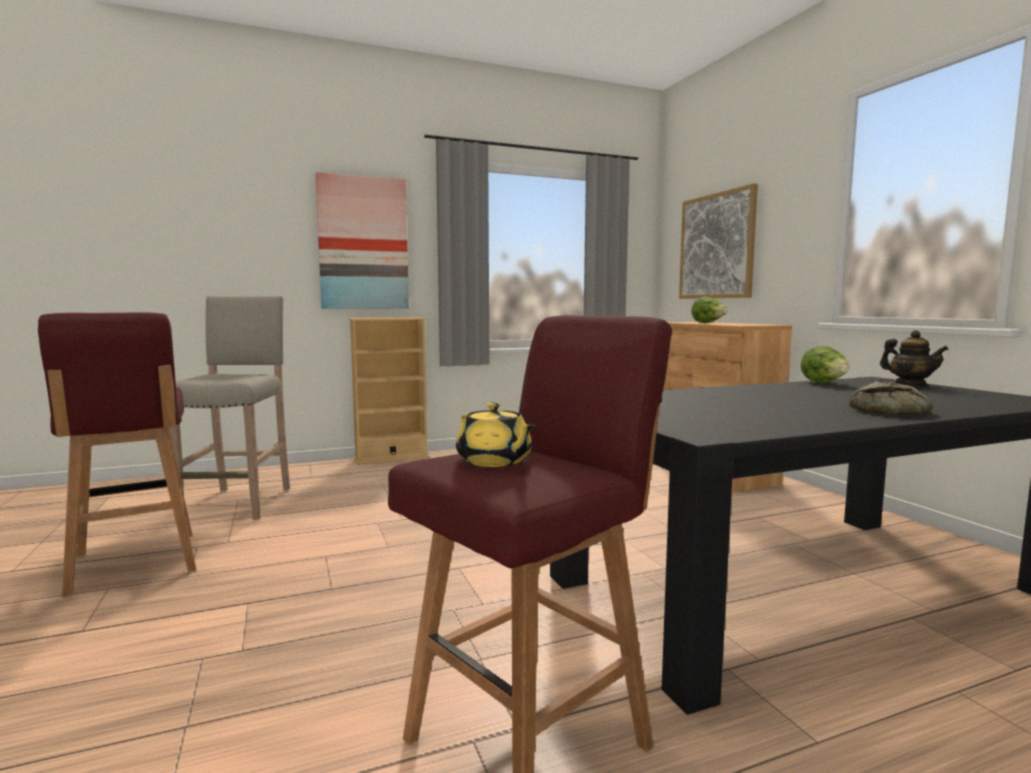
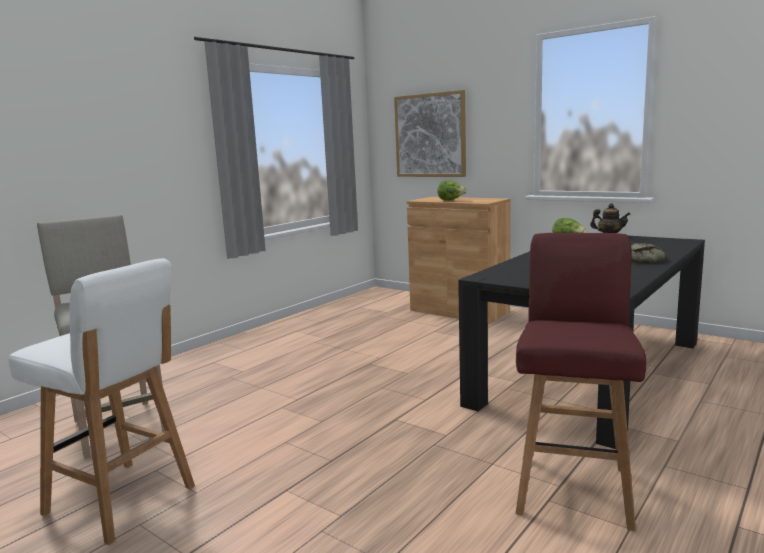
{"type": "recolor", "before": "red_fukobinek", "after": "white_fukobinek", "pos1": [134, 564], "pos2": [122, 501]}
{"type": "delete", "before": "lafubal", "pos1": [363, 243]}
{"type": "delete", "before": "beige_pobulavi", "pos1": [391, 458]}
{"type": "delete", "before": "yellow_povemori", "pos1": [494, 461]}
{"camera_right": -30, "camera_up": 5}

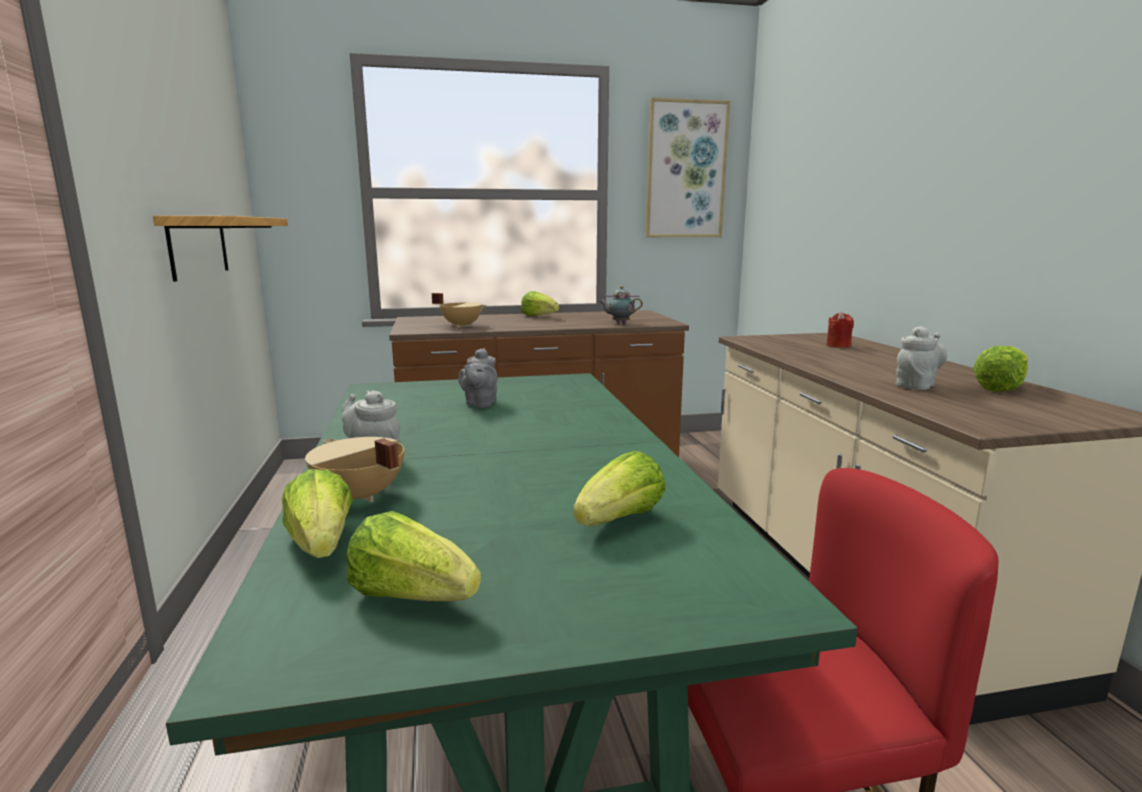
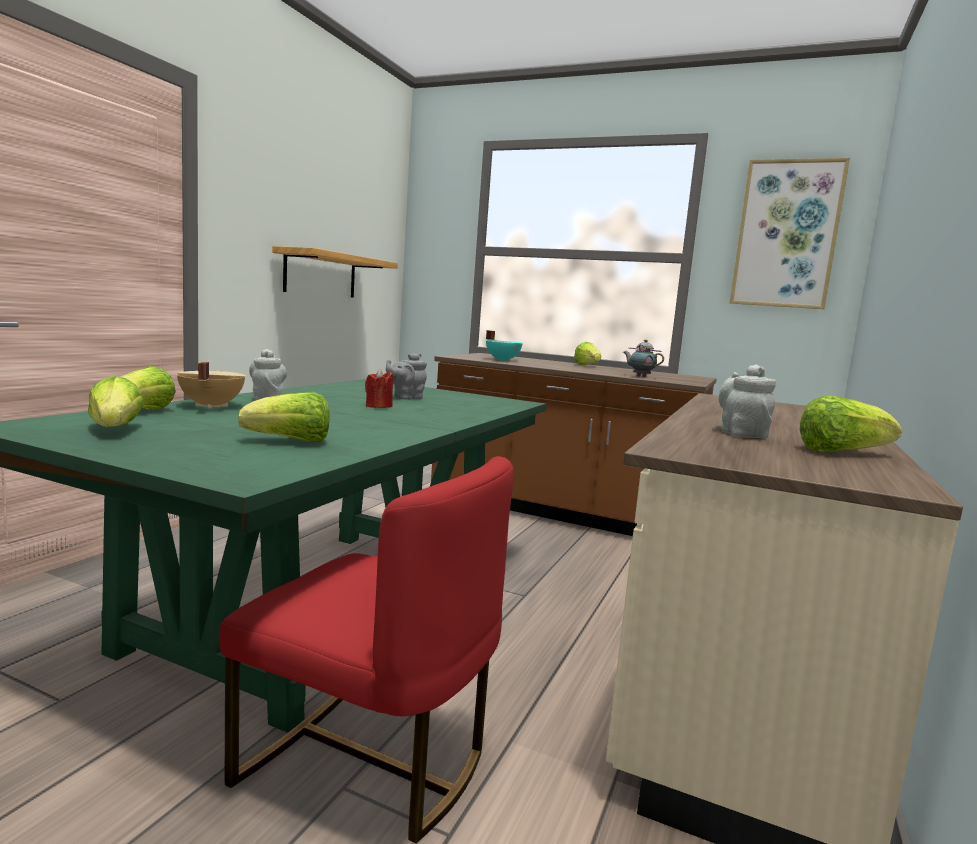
{"type": "recolor", "before": "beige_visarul", "after": "turquoise_visarul", "pos1": [462, 325], "pos2": [503, 360]}
{"type": "move", "before": "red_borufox", "pos1": [838, 346], "pos2": [378, 406]}
{"type": "rotate", "before": "grey_povemori", "pos1": [916, 385], "pos2": [741, 433], "turn": -90}
{"camera_right": 35, "camera_up": -5}

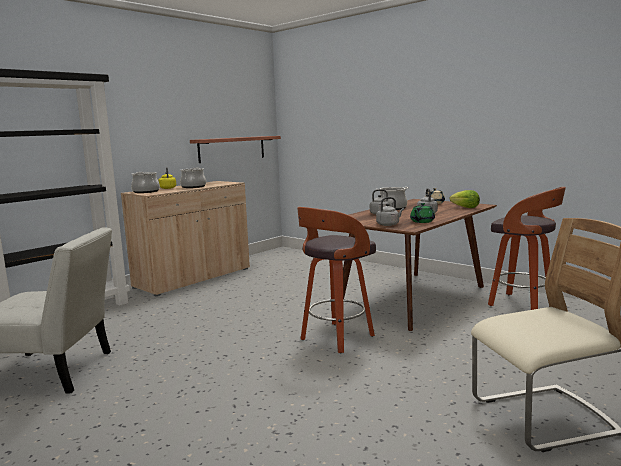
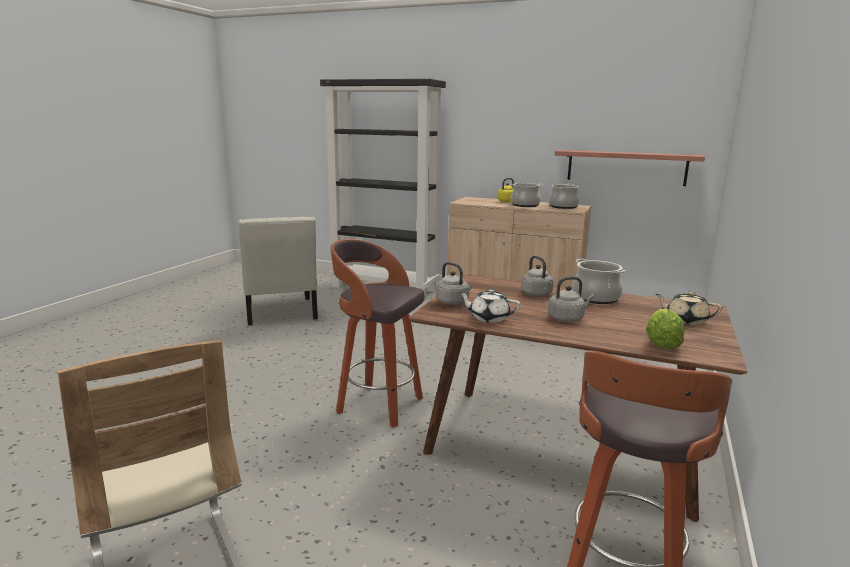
{"type": "move", "before": "visarul", "pos1": [145, 191], "pos2": [563, 206]}
{"type": "recolor", "before": "green_povemori", "after": "white_povemori", "pos1": [422, 221], "pos2": [488, 318]}
{"camera_right": 70, "camera_up": 5}

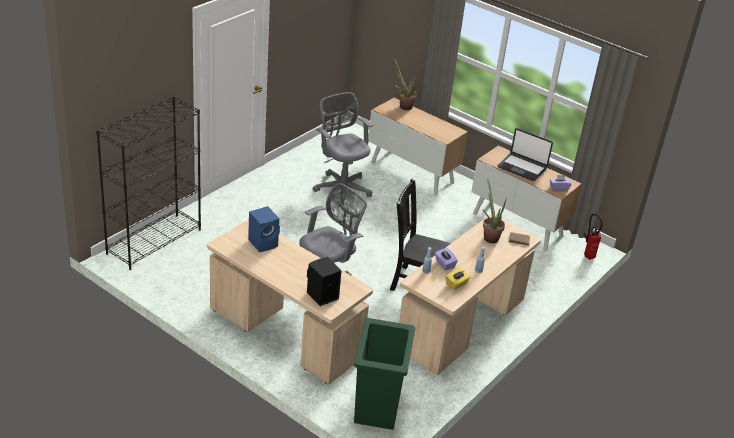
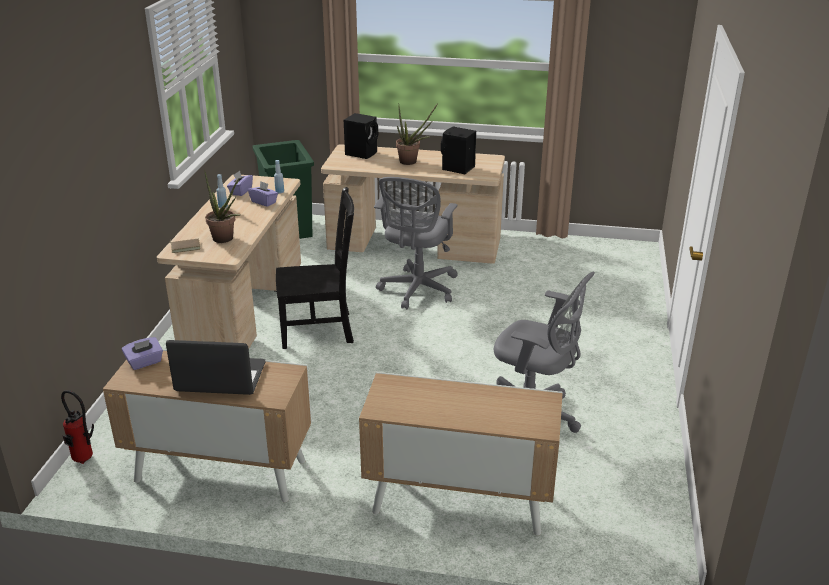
{"type": "delete", "before": "black_pobulavi", "pos1": [154, 241]}
{"type": "recolor", "before": "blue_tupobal", "after": "black_tupobal", "pos1": [264, 243], "pos2": [457, 168]}
{"type": "move", "before": "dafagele", "pos1": [403, 106], "pos2": [412, 162]}
{"type": "recolor", "before": "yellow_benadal", "after": "purple_benadal", "pos1": [456, 284], "pos2": [240, 191]}
{"camera_right": 155, "camera_up": -5}

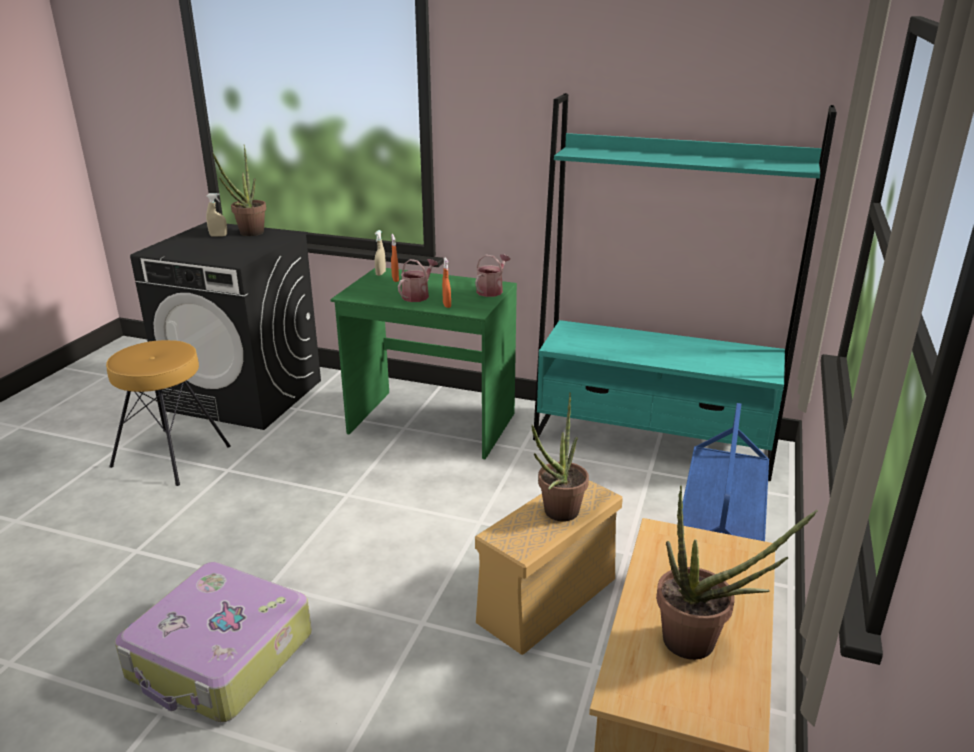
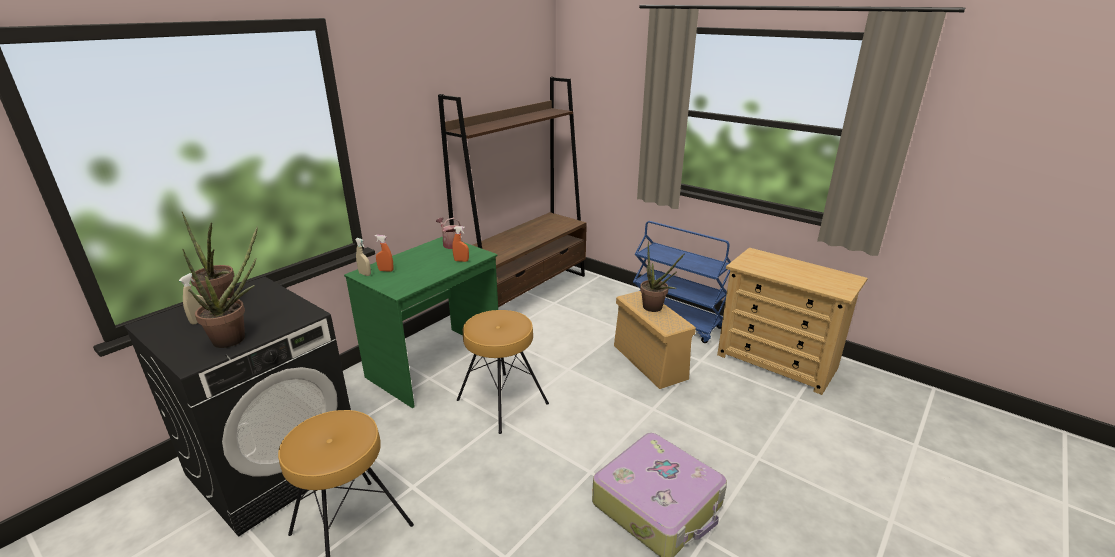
{"type": "delete", "before": "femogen", "pos1": [417, 295]}
{"type": "recolor", "before": "turquoise_pobulavi", "after": "brown_pobulavi", "pos1": [653, 441], "pos2": [525, 293]}
{"type": "move", "before": "dafagele", "pos1": [700, 645], "pos2": [236, 337]}
{"type": "insert", "after": "brown_fukobinek", "pos2": [502, 402]}
{"camera_right": -70, "camera_up": 0}

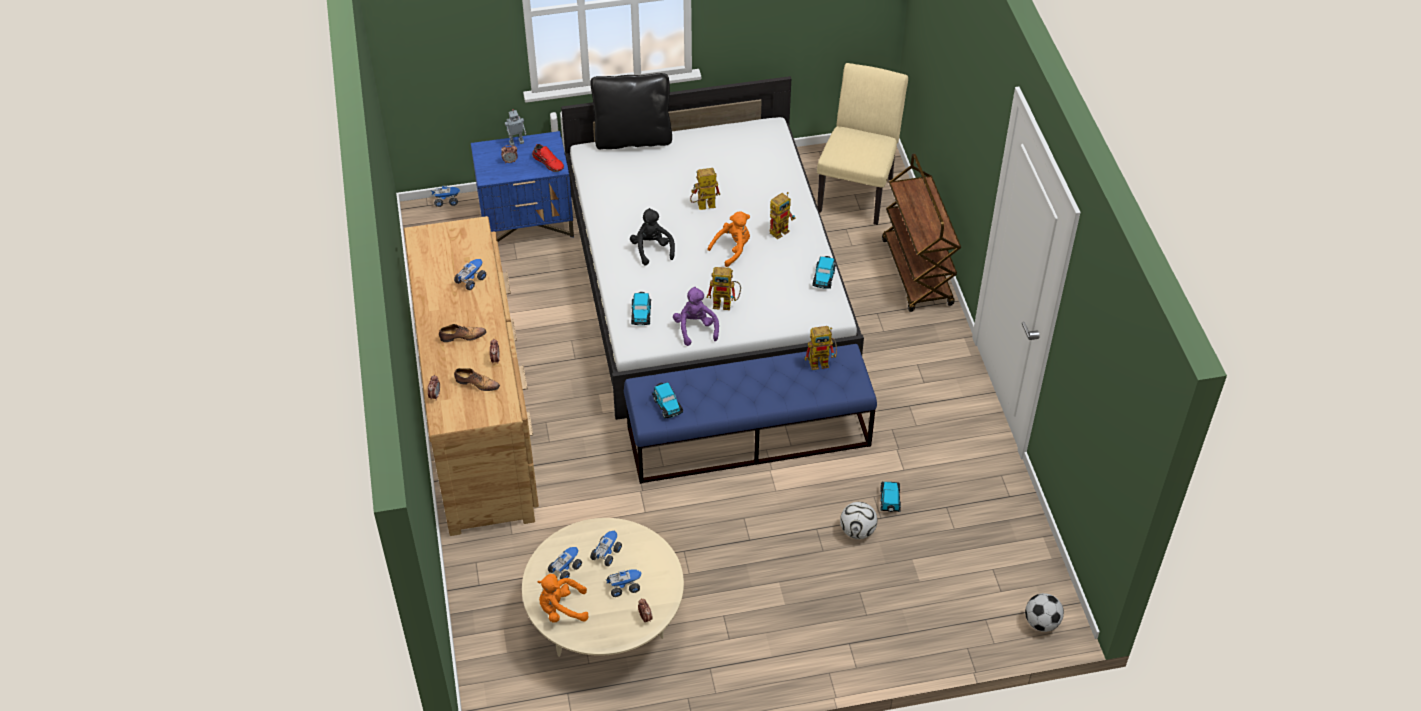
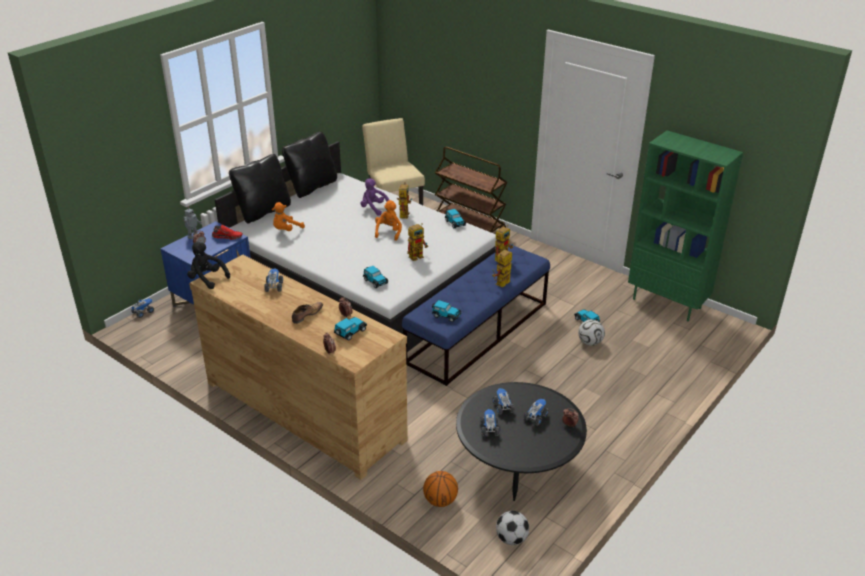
{"type": "replace", "before": "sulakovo", "after": "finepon", "pos1": [476, 383], "pos2": [350, 332]}
{"type": "recolor", "before": "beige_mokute", "after": "black_mokute", "pos1": [606, 621], "pos2": [517, 464]}
{"type": "move", "before": "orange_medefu", "pos1": [561, 609], "pos2": [286, 230]}
{"type": "move", "before": "black_medefu", "pos1": [652, 249], "pos2": [207, 279]}
{"type": "move", "before": "purple_medefu", "pos1": [695, 328], "pos2": [374, 208]}
{"type": "move", "before": "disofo", "pos1": [702, 207], "pos2": [502, 285]}
{"type": "move", "before": "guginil", "pos1": [1041, 622], "pos2": [511, 539]}
{"type": "insert", "after": "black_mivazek", "pos2": [312, 187]}
{"type": "insert", "after": "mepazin", "pos2": [440, 501]}
{"type": "insert", "after": "green_pobulavi", "pos2": [667, 303]}
{"camera_right": -40, "camera_up": -15}

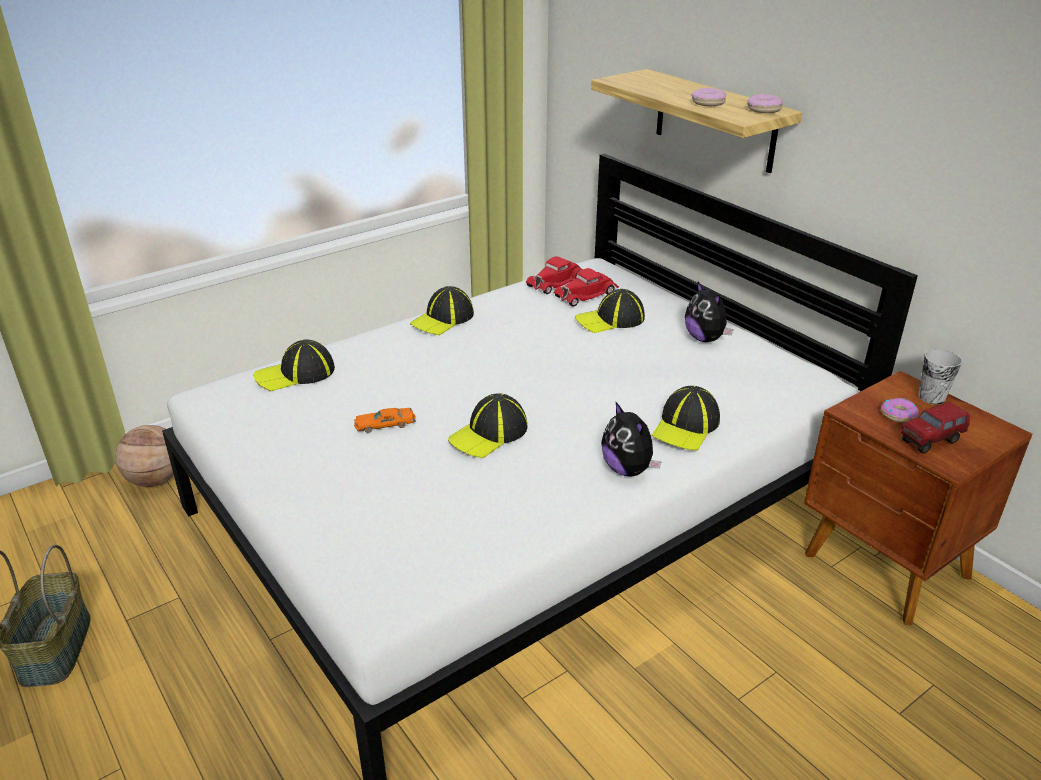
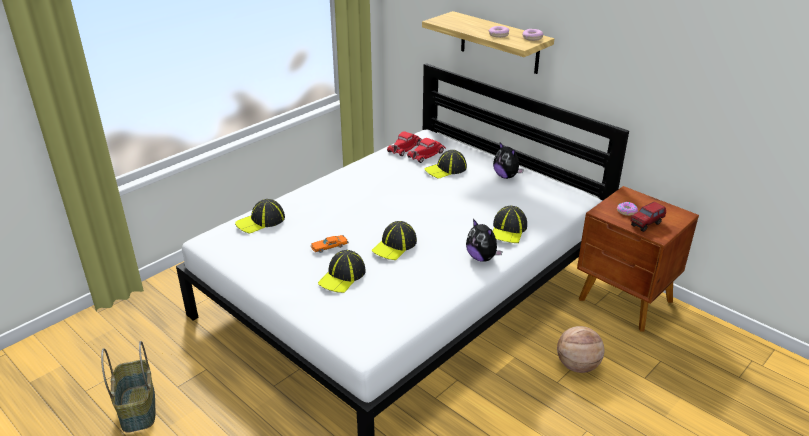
{"type": "move", "before": "mepazin", "pos1": [155, 480], "pos2": [577, 366]}
{"type": "move", "before": "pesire", "pos1": [443, 319], "pos2": [342, 276]}
{"type": "delete", "before": "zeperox", "pos1": [931, 397]}
{"camera_right": -10, "camera_up": 0}

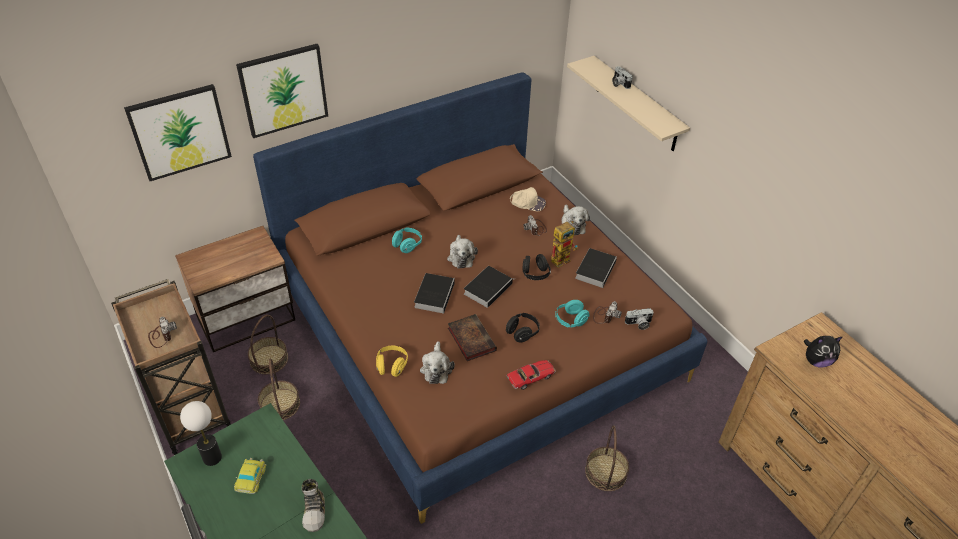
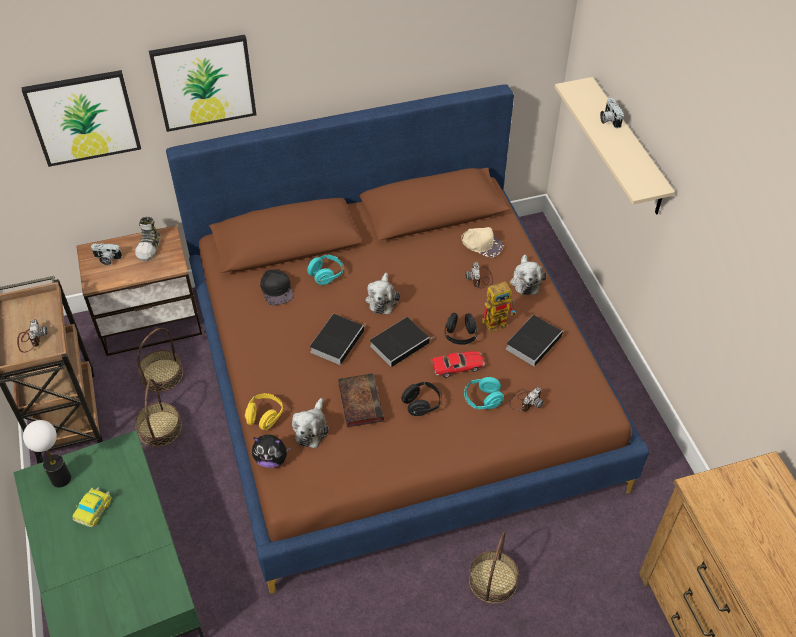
{"type": "move", "before": "sulakovo", "pos1": [314, 511], "pos2": [149, 247]}
{"type": "move", "before": "finepon", "pos1": [531, 377], "pos2": [458, 367]}
{"type": "move", "before": "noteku", "pos1": [638, 324], "pos2": [107, 259]}
{"type": "move", "before": "medefu", "pos1": [816, 361], "pos2": [271, 459]}
{"type": "insert", "after": "black_pesire", "pos2": [277, 289]}
{"camera_right": 15, "camera_up": 5}

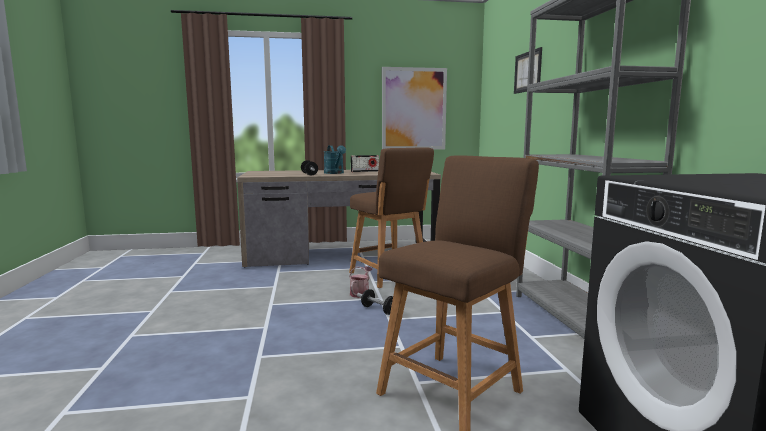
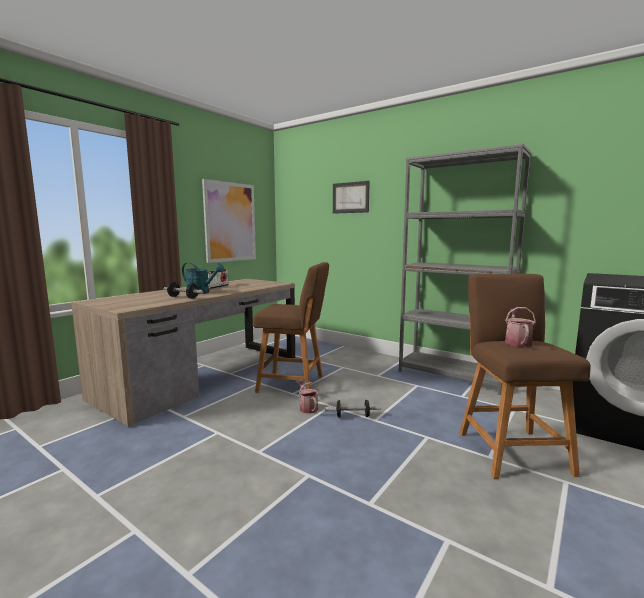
{"type": "insert", "after": "femogen", "pos2": [517, 342]}
{"camera_right": -45, "camera_up": 0}

